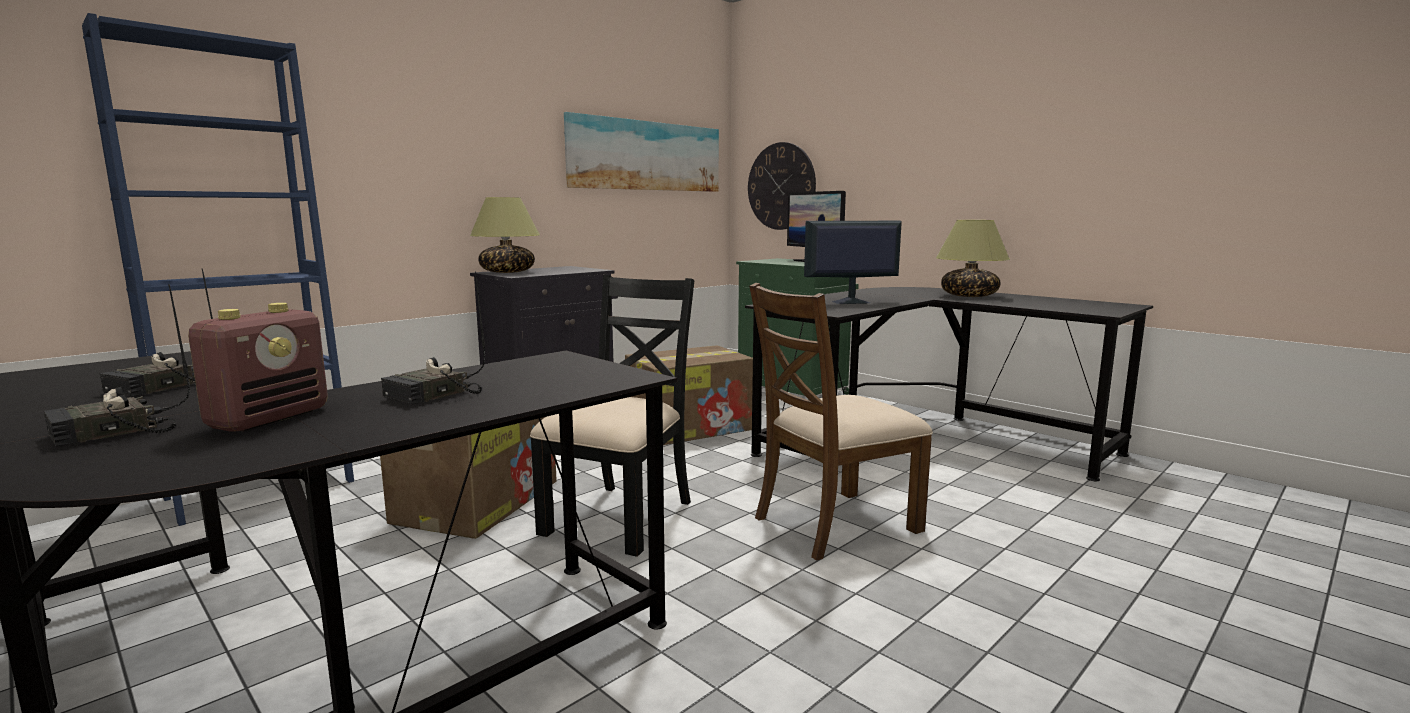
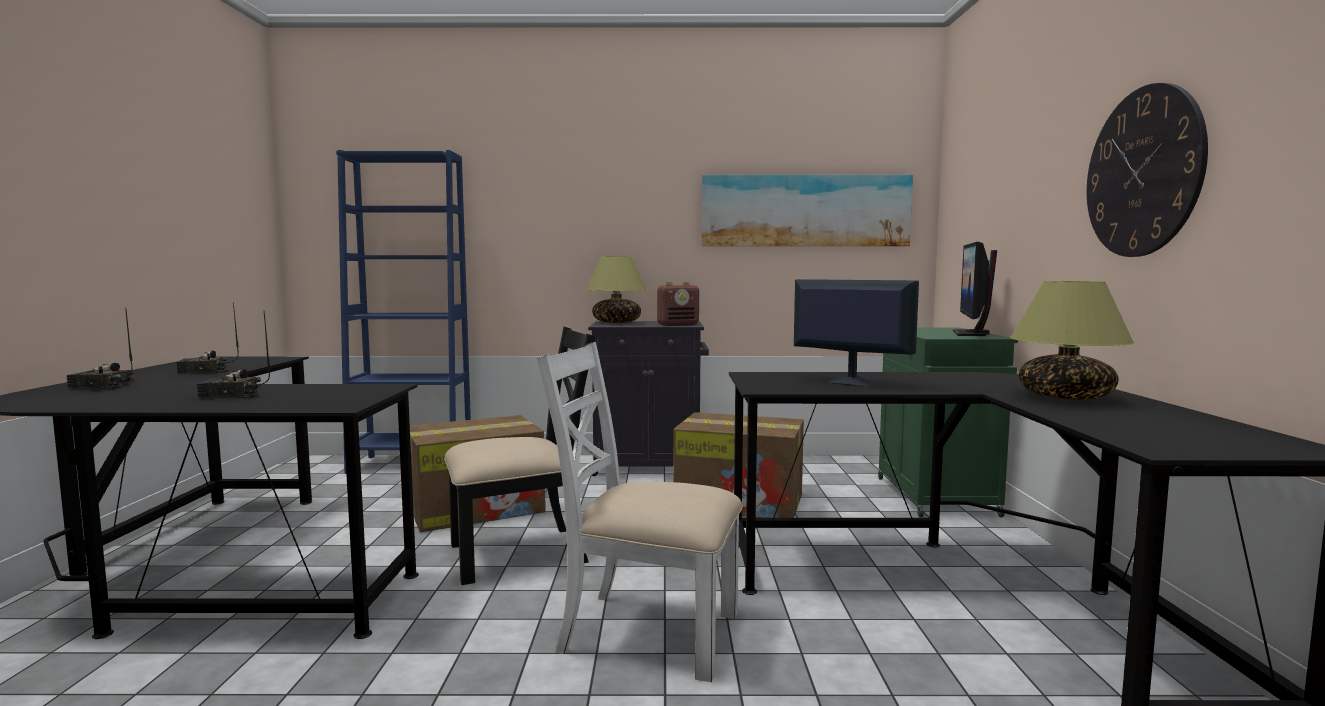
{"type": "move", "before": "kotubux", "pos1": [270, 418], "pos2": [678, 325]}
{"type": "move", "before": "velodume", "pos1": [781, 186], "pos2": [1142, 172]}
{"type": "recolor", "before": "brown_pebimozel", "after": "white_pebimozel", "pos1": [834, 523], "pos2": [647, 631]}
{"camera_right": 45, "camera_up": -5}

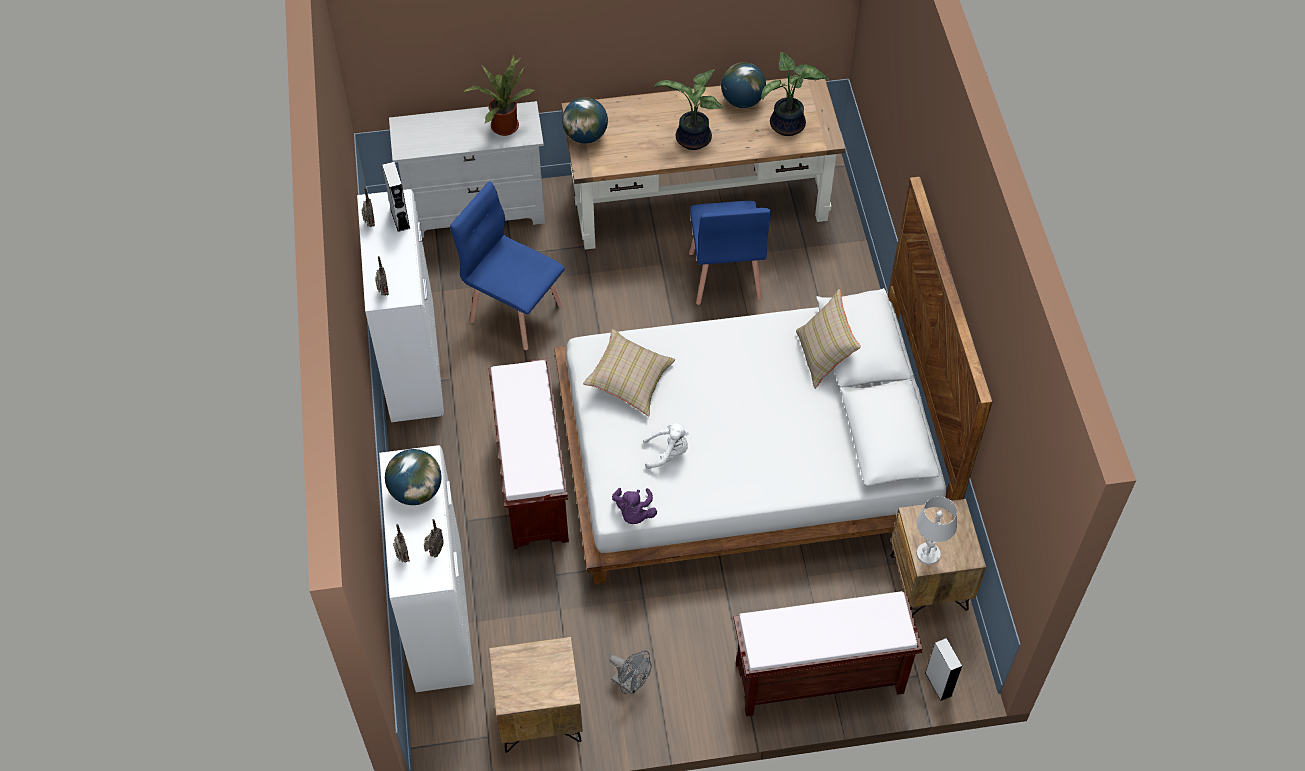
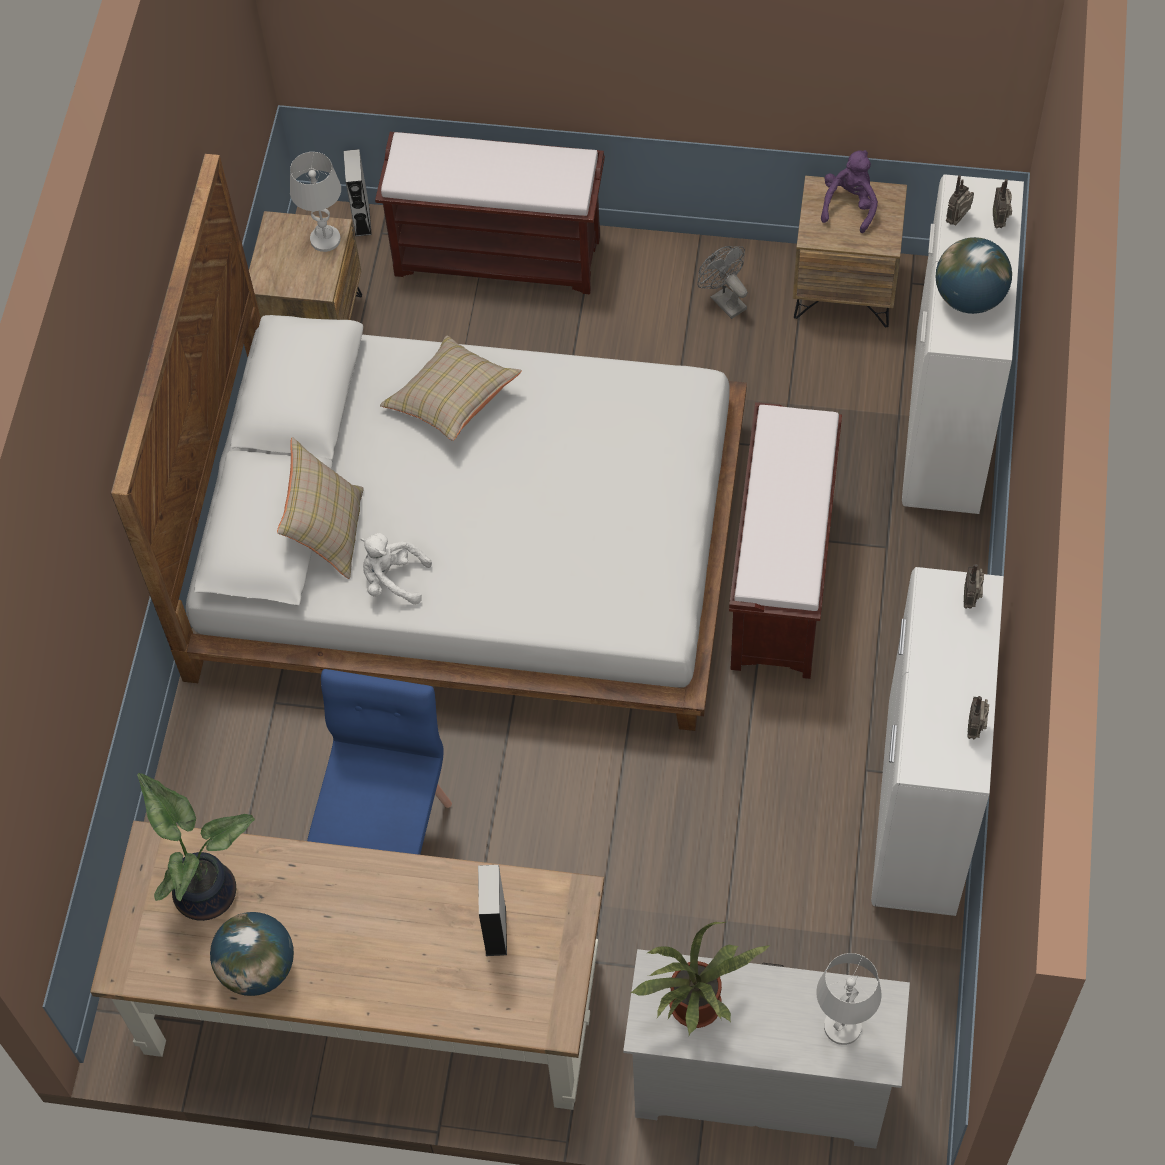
{"type": "move", "before": "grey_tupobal", "pos1": [400, 218], "pos2": [495, 930]}
{"type": "delete", "before": "blue_pebimozel", "pos1": [515, 312]}
{"type": "delete", "before": "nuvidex", "pos1": [585, 135]}
{"type": "move", "before": "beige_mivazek", "pos1": [629, 381], "pos2": [452, 400]}
{"type": "move", "before": "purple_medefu", "pos1": [634, 513], "pos2": [850, 205]}
{"type": "move", "before": "white_medefu", "pos1": [668, 453], "pos2": [392, 580]}
{"type": "delete", "before": "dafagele", "pos1": [691, 140]}
{"type": "insert", "after": "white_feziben", "pos2": [842, 1027]}
{"camera_right": -160, "camera_up": 5}

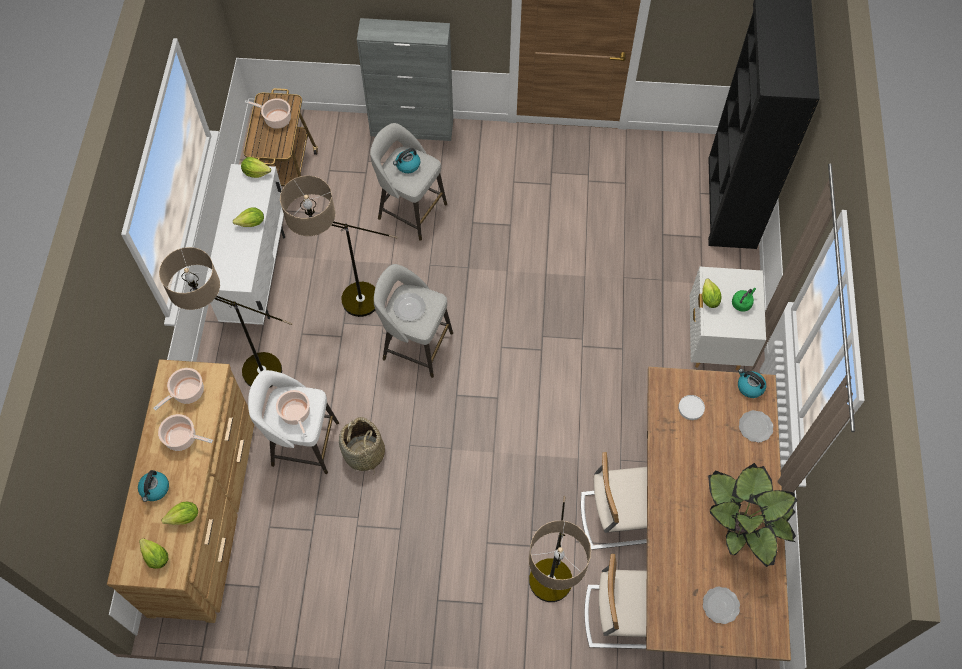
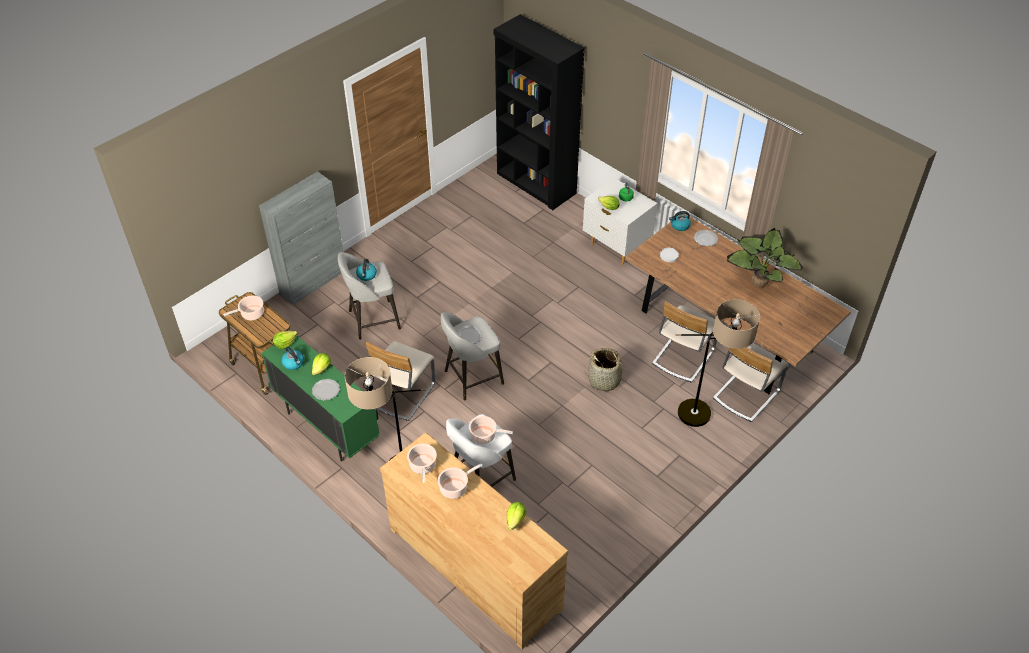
{"type": "move", "before": "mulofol", "pos1": [155, 489], "pos2": [294, 363]}
{"type": "delete", "before": "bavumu", "pos1": [156, 557]}
{"type": "recolor", "before": "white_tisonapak", "after": "green_tisonapak", "pos1": [258, 275], "pos2": [327, 427]}
{"type": "replace", "before": "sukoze", "after": "beige_pebimozel", "pos1": [345, 303], "pos2": [402, 394]}
{"type": "move", "before": "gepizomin", "pos1": [364, 454], "pos2": [604, 380]}
{"type": "move", "before": "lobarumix", "pos1": [721, 606], "pos2": [326, 390]}
{"camera_right": -50, "camera_up": -15}

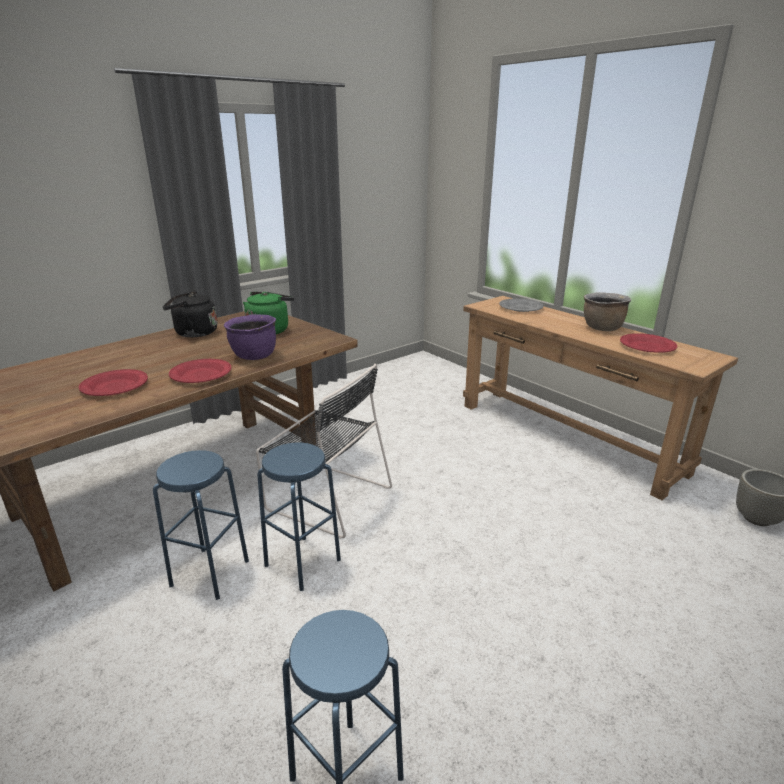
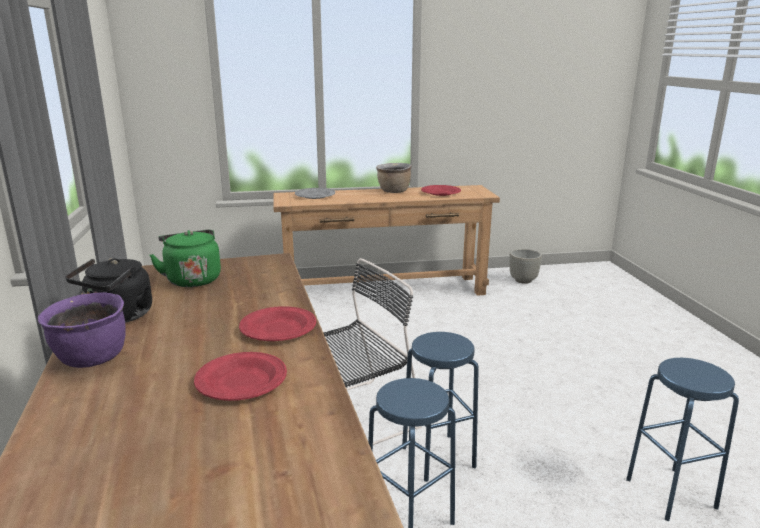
{"type": "move", "before": "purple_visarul", "pos1": [254, 356], "pos2": [92, 359]}
{"camera_right": -60, "camera_up": -5}

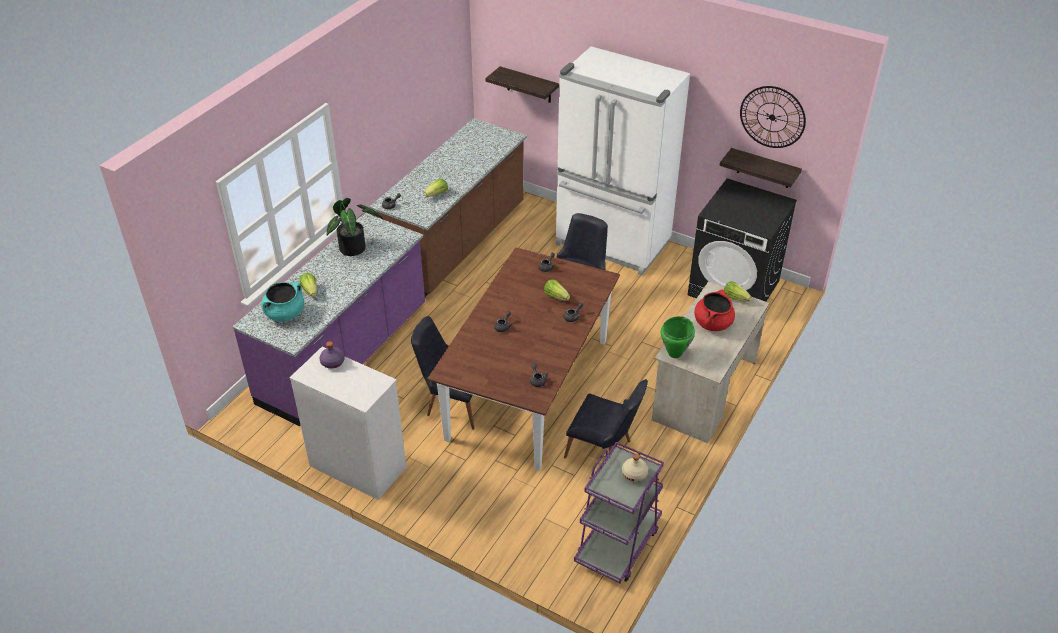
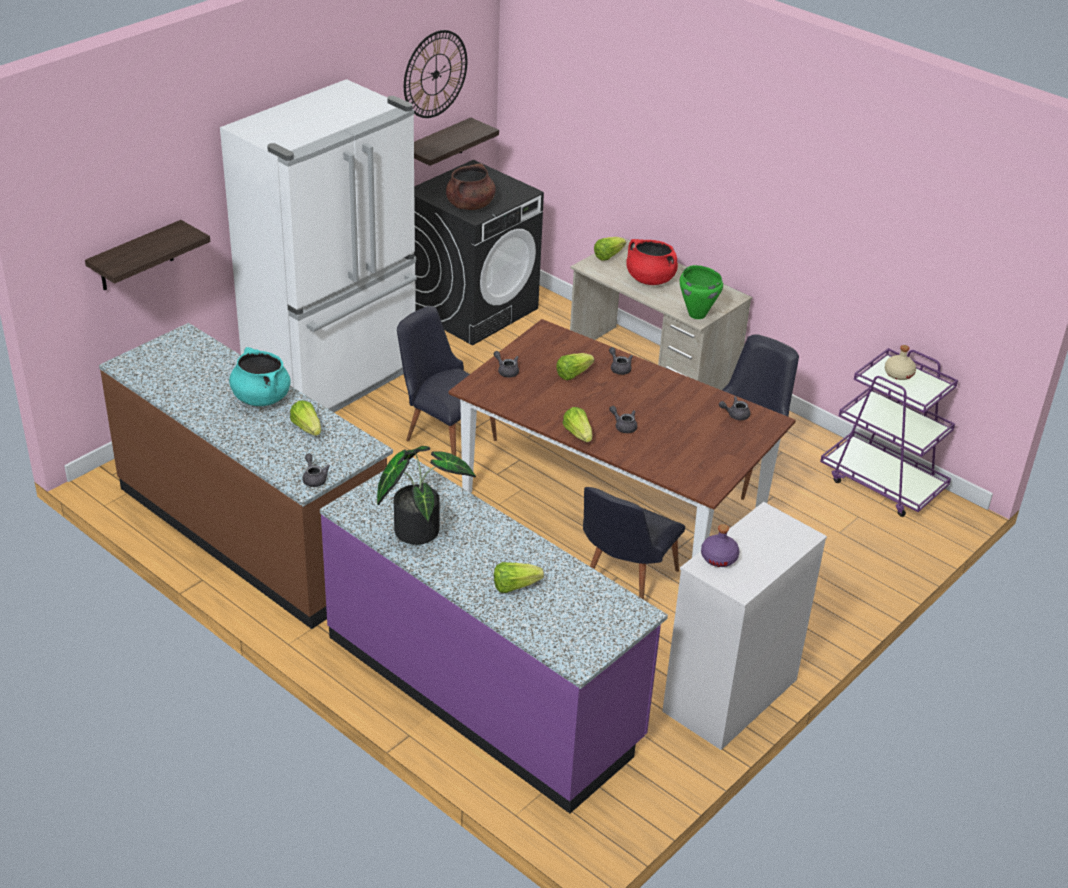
{"type": "move", "before": "turquoise_visarul", "pos1": [285, 314], "pos2": [261, 398]}
{"type": "insert", "after": "brown_visarul", "pos2": [470, 205]}
{"type": "insert", "after": "bavumu", "pos2": [578, 434]}
{"camera_right": -80, "camera_up": -5}

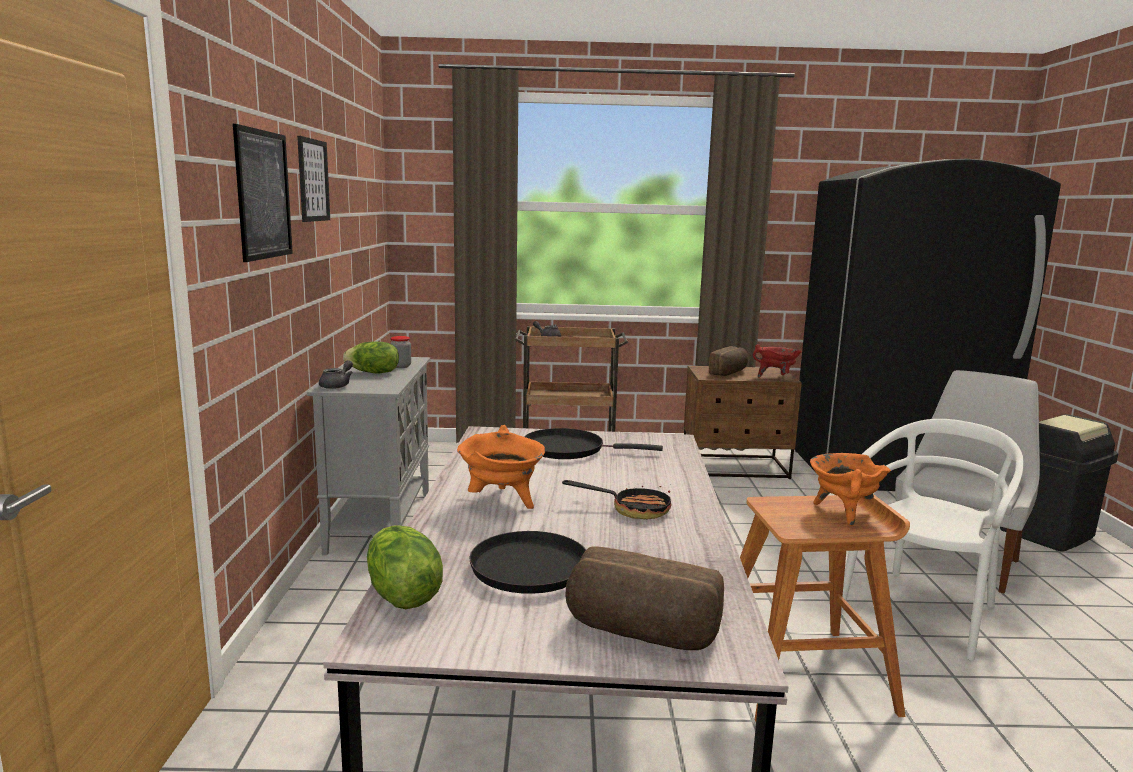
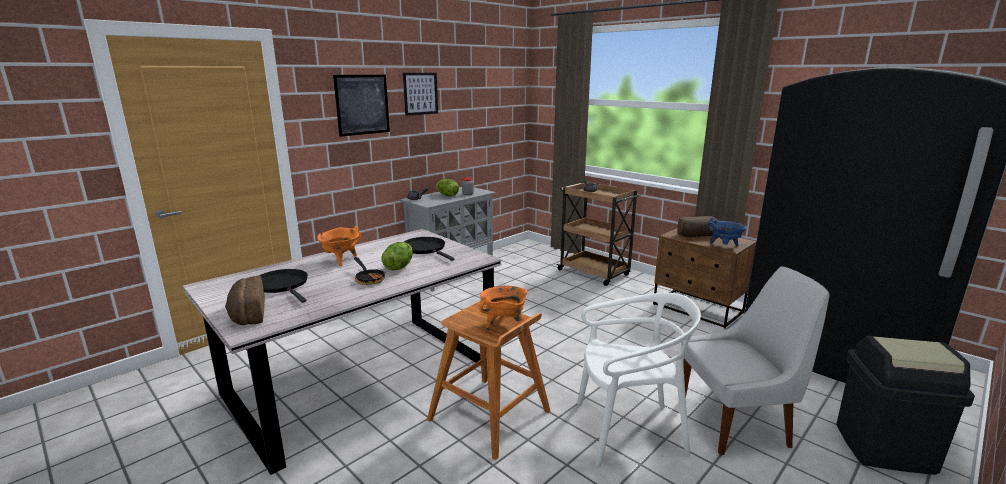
{"type": "move", "before": "bavumu", "pos1": [401, 595], "pos2": [398, 267]}
{"type": "recolor", "before": "red_visarul", "after": "blue_visarul", "pos1": [776, 378], "pos2": [724, 246]}
{"camera_right": 45, "camera_up": 5}

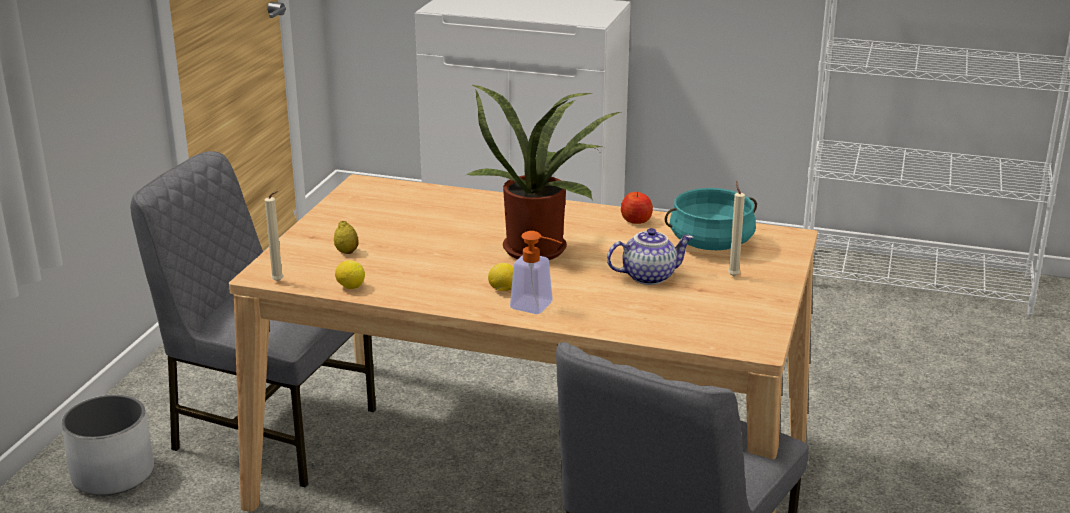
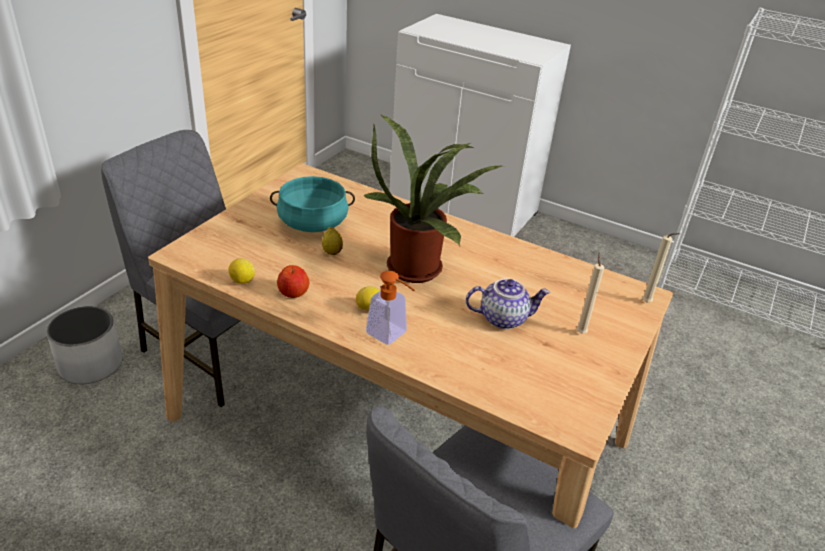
{"type": "move", "before": "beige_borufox", "pos1": [279, 282], "pos2": [648, 303]}
{"type": "move", "before": "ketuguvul", "pos1": [347, 252], "pos2": [332, 252]}
{"type": "move", "before": "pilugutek", "pos1": [636, 220], "pos2": [293, 292]}
{"type": "move", "before": "turquoise_visarul", "pos1": [711, 243], "pos2": [313, 223]}
{"camera_right": 10, "camera_up": 10}

